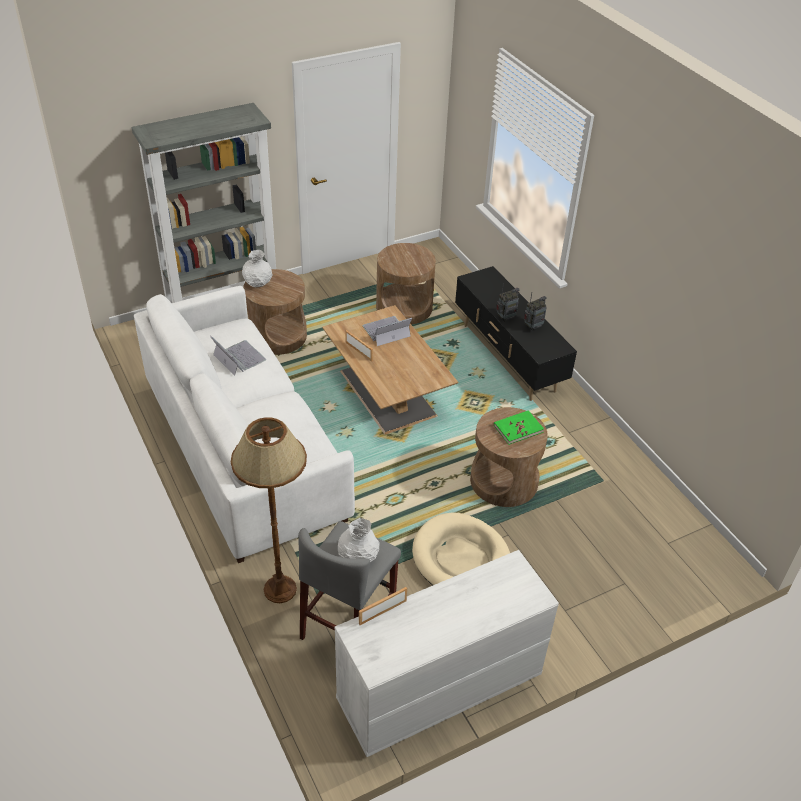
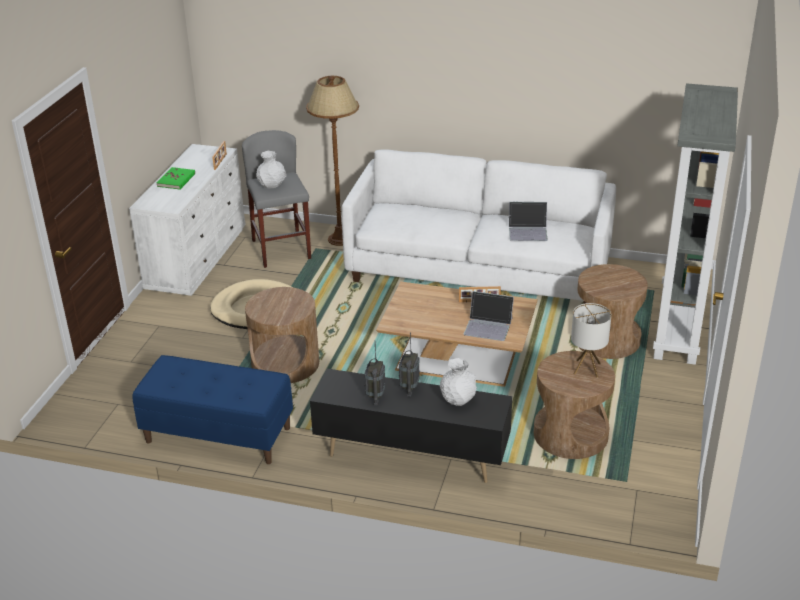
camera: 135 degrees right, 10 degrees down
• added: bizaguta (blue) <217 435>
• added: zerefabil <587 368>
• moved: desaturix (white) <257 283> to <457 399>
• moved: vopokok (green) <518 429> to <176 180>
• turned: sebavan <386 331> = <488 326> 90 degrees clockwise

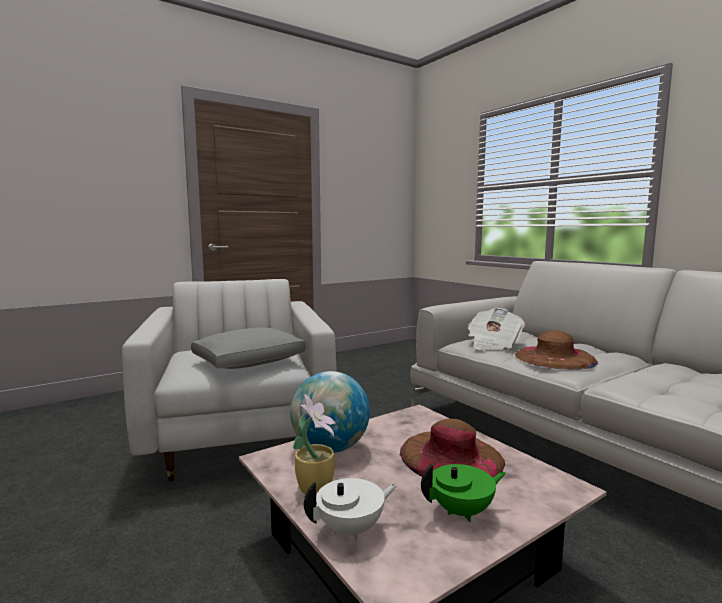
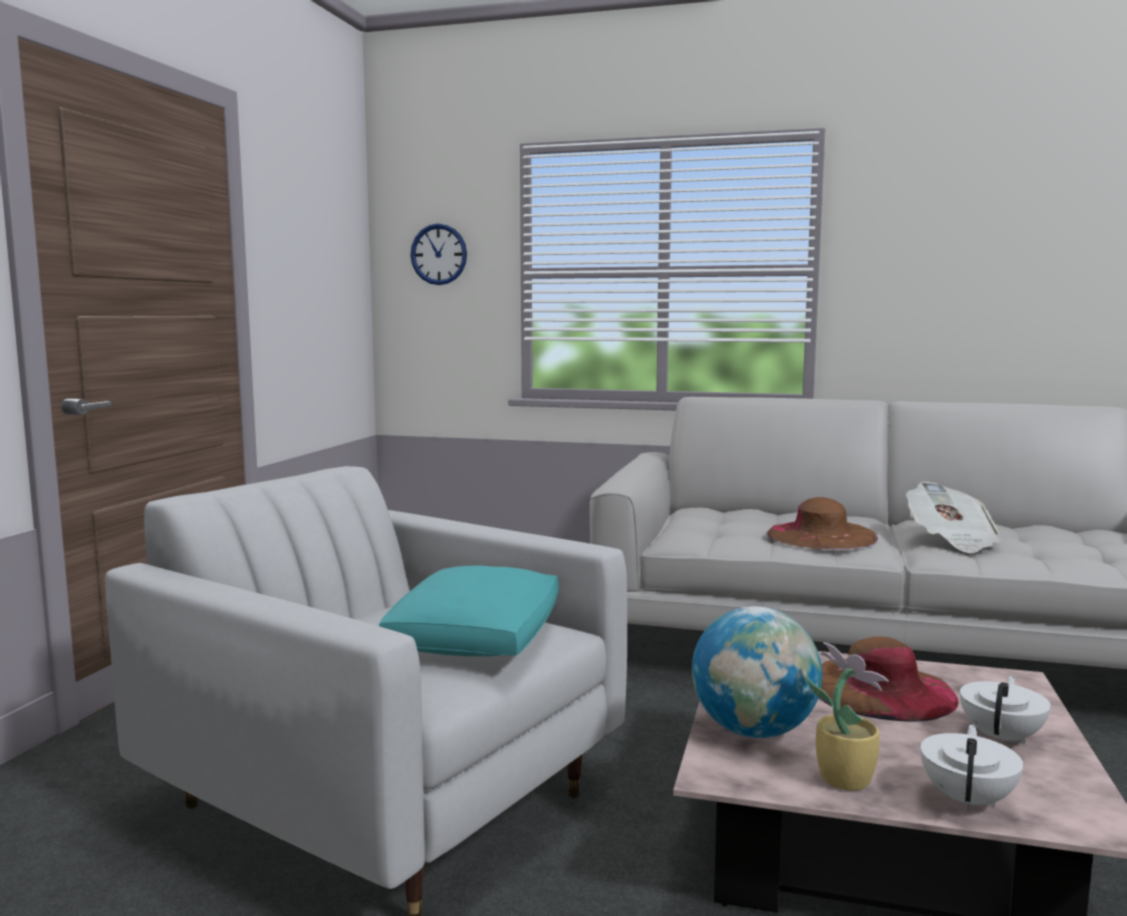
camera: 40 degrees left, 0 degrees up
• added: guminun <439 254>
• moved: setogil <493 344> to <951 541>
• recoloured: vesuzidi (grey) <250 361> to vesuzidi (turquoise) <476 637>
• recoloured: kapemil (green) <462 511> to kapemil (white) <1002 737>

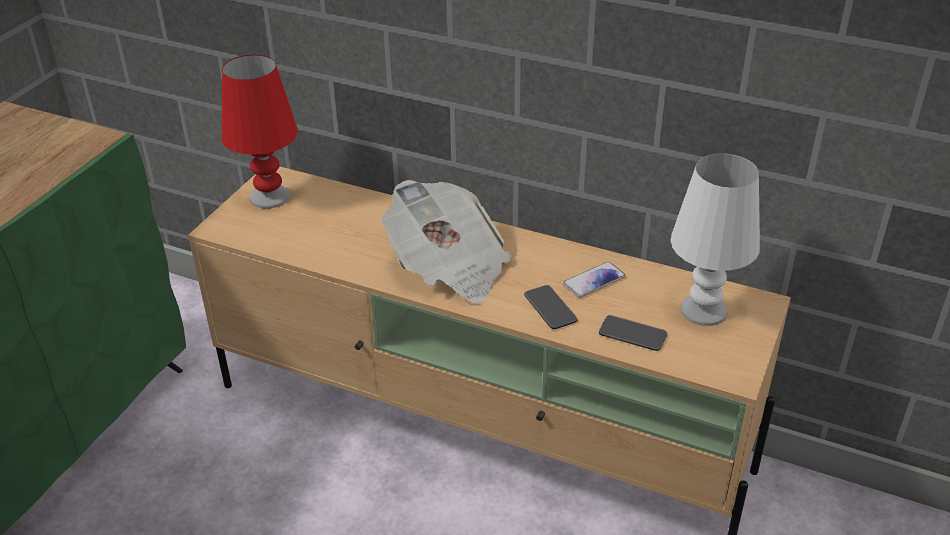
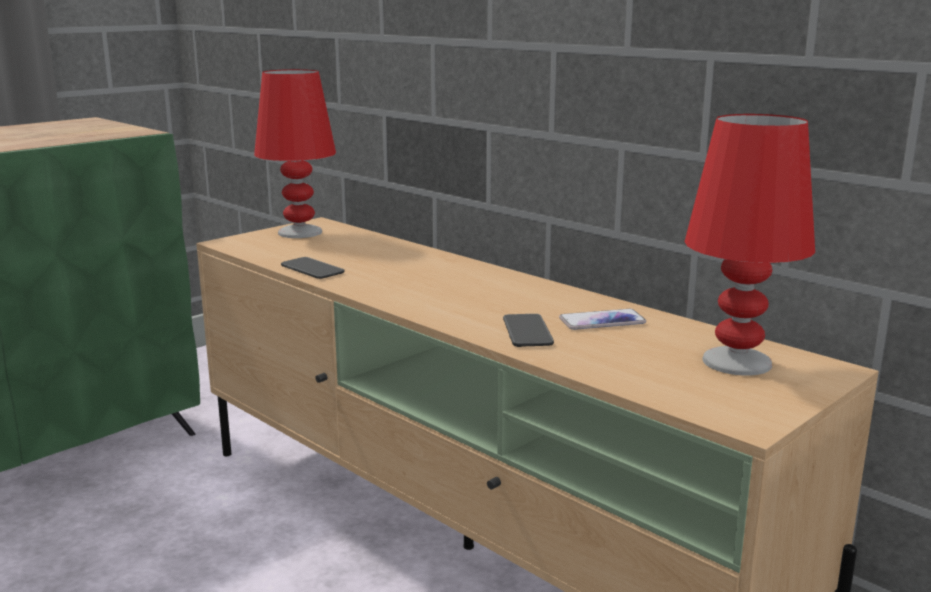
camera: 20 degrees right, 20 degrees down
• removed: setogil <449 267>
• moved: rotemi <632 334> to <312 269>
• recoloured: zerefabil (white) <704 310> to zerefabil (red) <737 362>

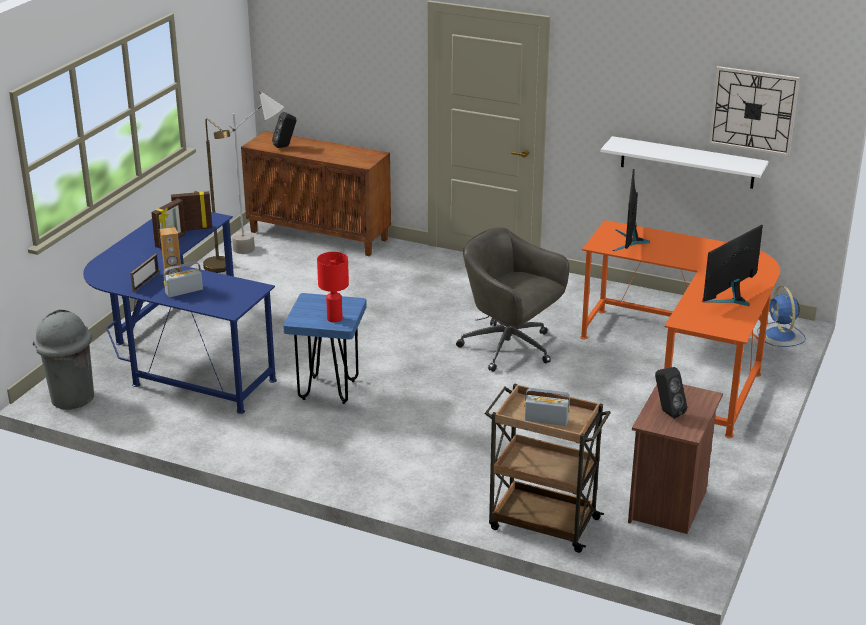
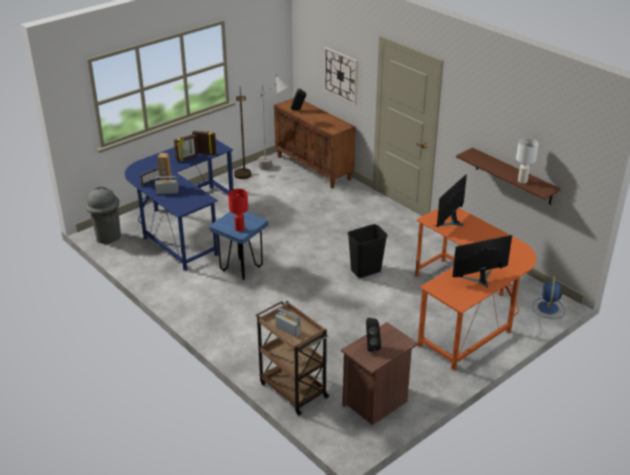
camera: 25 degrees right, 5 degrees up
• added: zerefabil (white) <522 181>
• moved: guminun <753 110> to <341 75>
• replaced: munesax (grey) <510 348> to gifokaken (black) <366 270>
• recoloured: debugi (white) <687 162> to debugi (brown) <513 176>

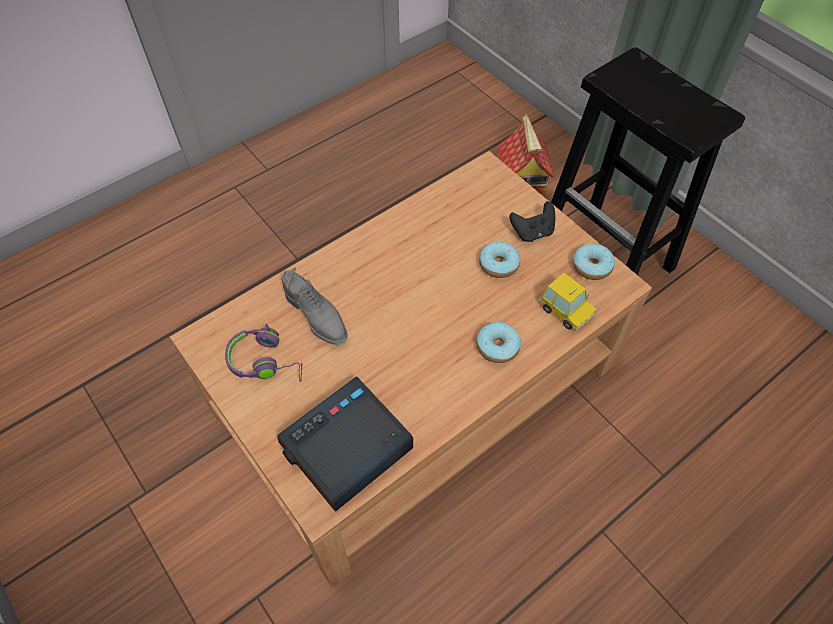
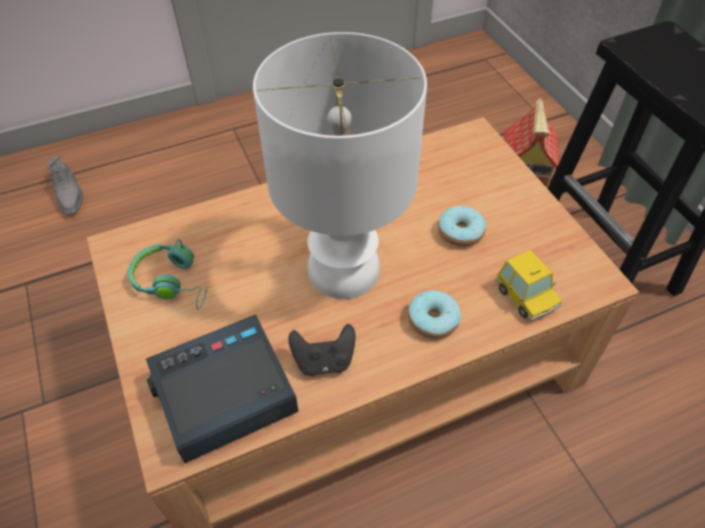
camera: 15 degrees right, 5 degrees down
• removed: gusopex <591 266>
• added: zerefabil (white) <345 269>
• moved: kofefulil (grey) <317 316> to <69 195>
• moved: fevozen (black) <532 232> to <324 361>
• recoloured: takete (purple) <266 361> to takete (turquoise) <173 282>

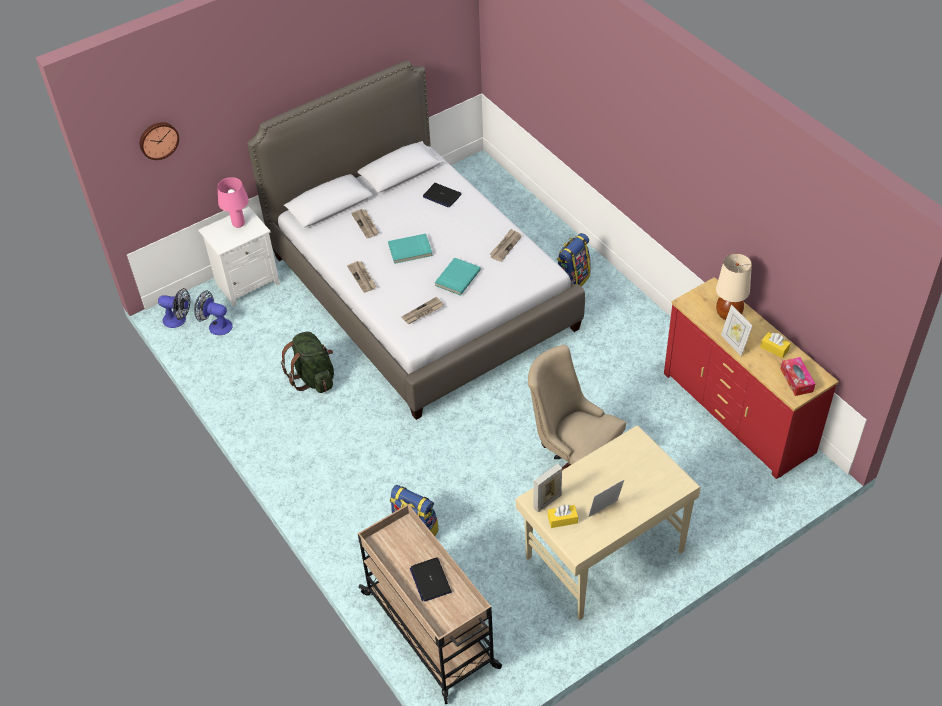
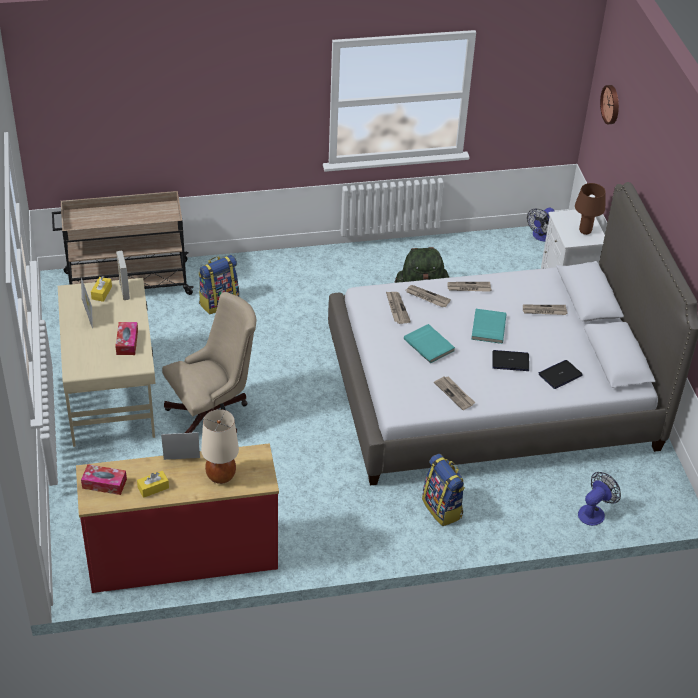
camera: 110 degrees right, 5 degrees down
• added: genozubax <127 342>
• added: setogil <427 297>
• moved: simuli <216 325> to <594 512>
• moved: sebavan <430 580> to <510 361>
• recoloured: zerefabil (pink) <238 224> to zerefabil (brown) <585 231>

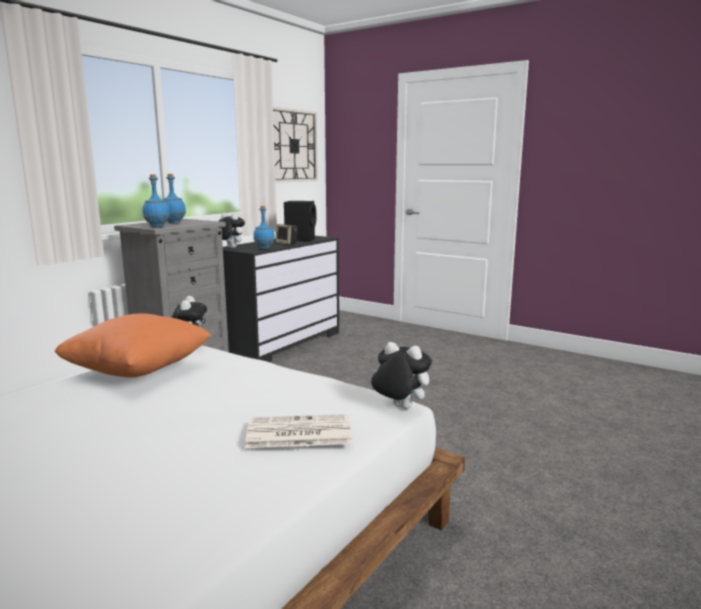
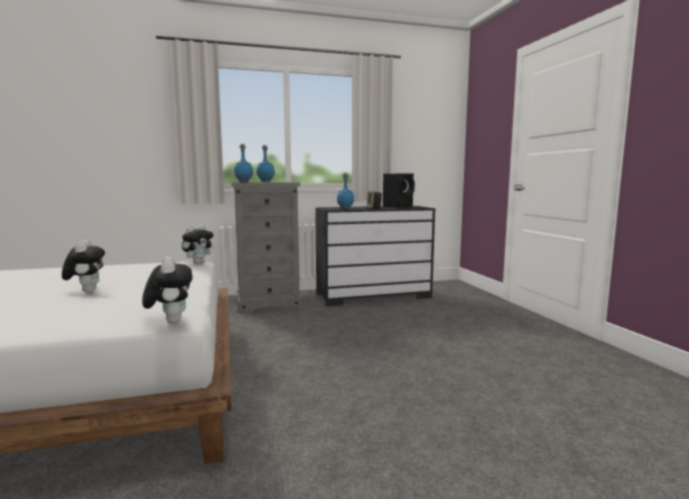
camera: 40 degrees right, 5 degrees down
• removed: vesuzidi (orange) <138 371>
• removed: setogil <297 433>
• removed: guminun <293 146>
• moved: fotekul <230 248> to <87 291>

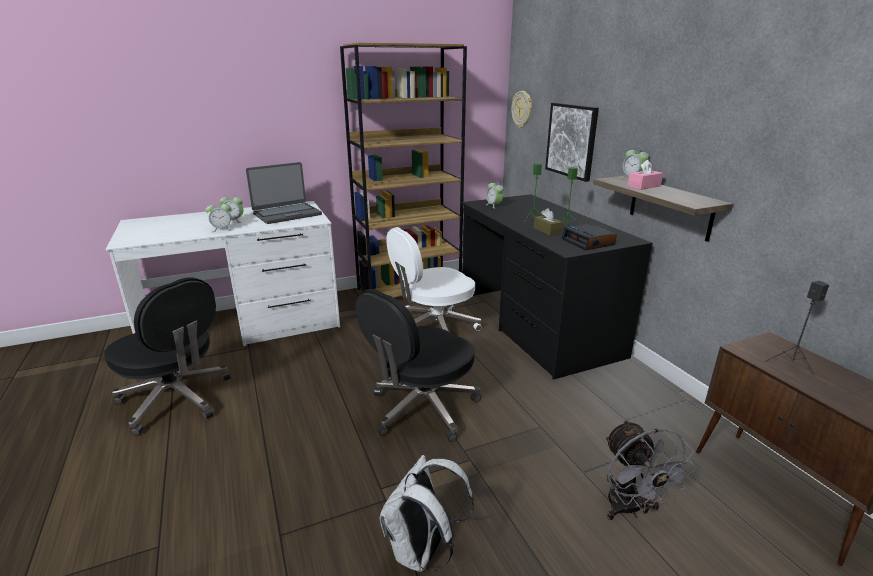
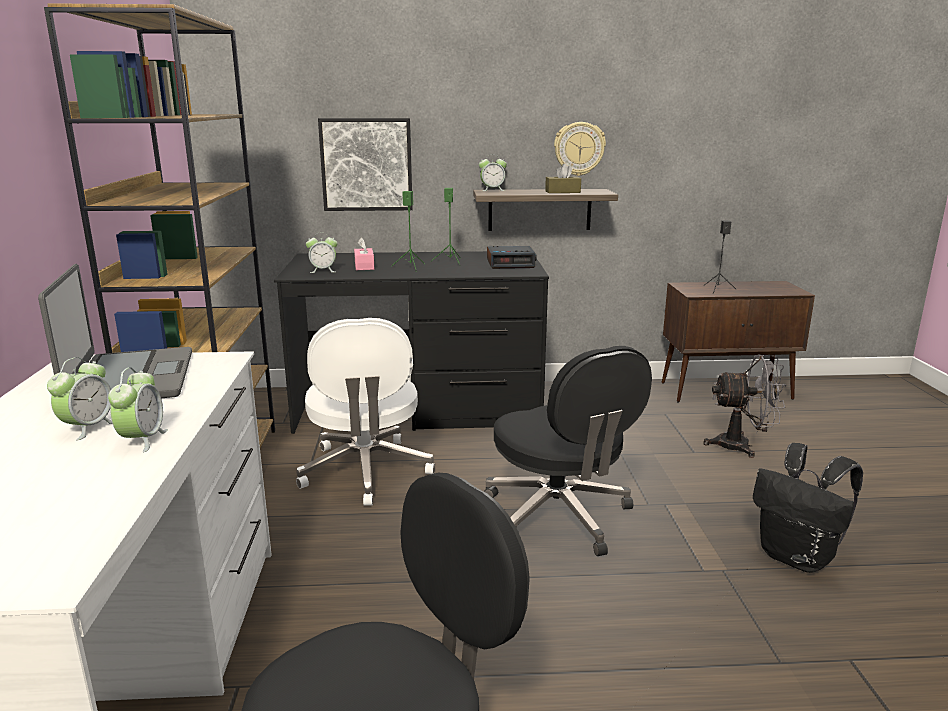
camera: 70 degrees left, 5 degrees down
• moved: guminun <522 109> to <579 149>
• moved: genozubax (brown) <547 231> to <562 192>
• moved: genozubax (pink) <644 186> to <364 266>
• recoloured: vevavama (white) <422 552> to vevavama (black) <798 558>

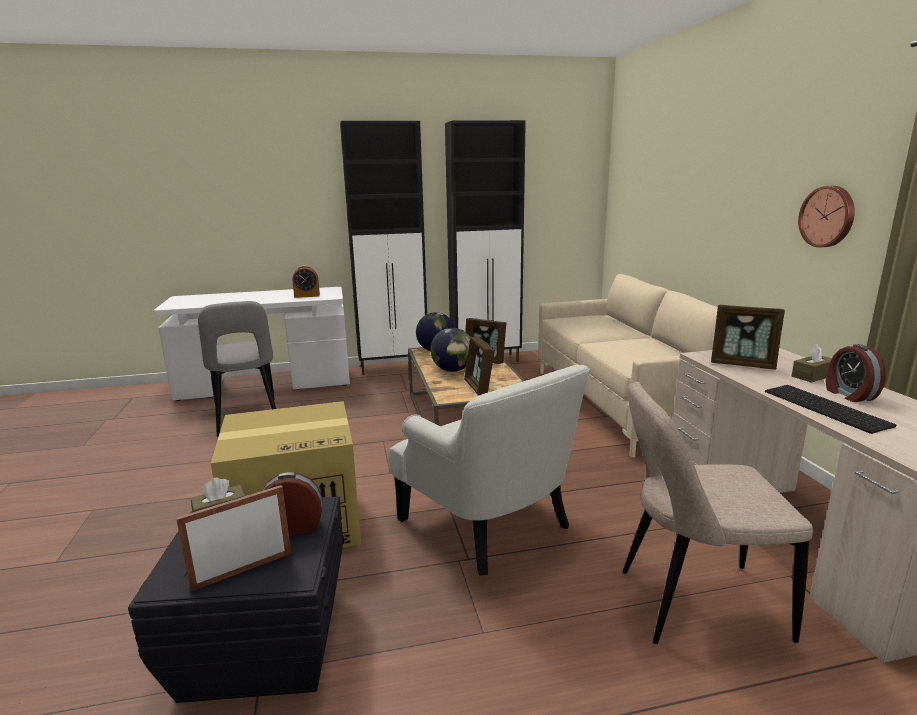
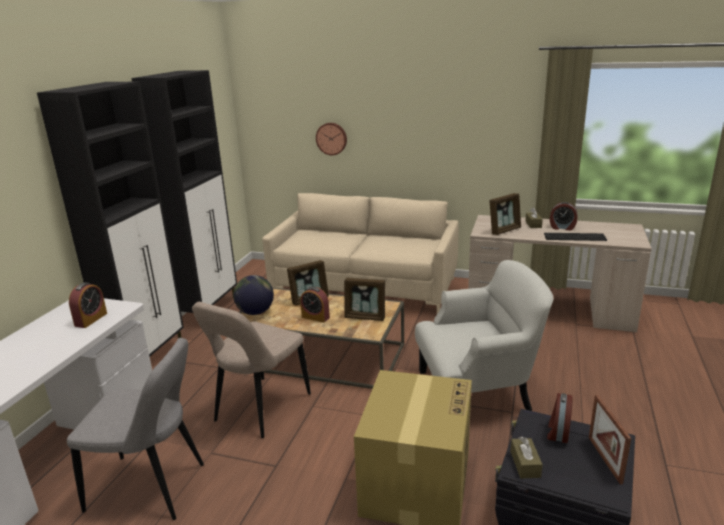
camera: 60 degrees left, 5 degrees up
• moved: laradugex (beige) <693 604> to <260 410>
• moved: guminun <828 216> to <331 138>
• replaced: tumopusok <453 370> to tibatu <315 317>

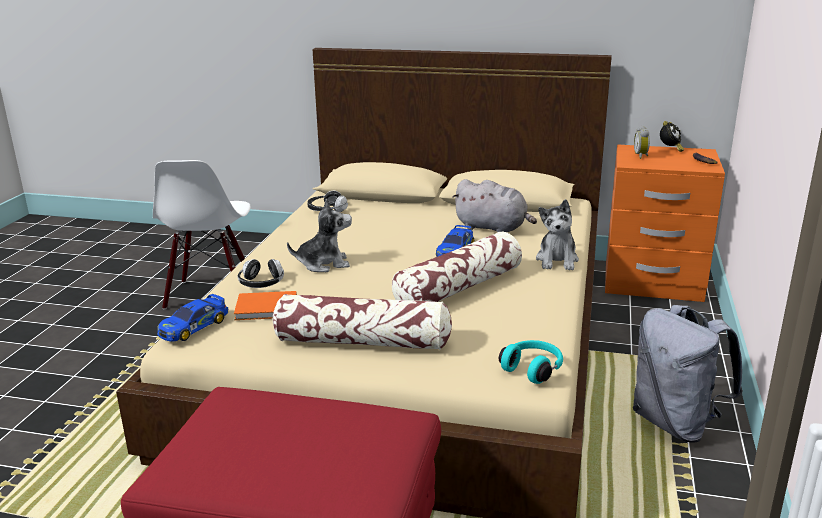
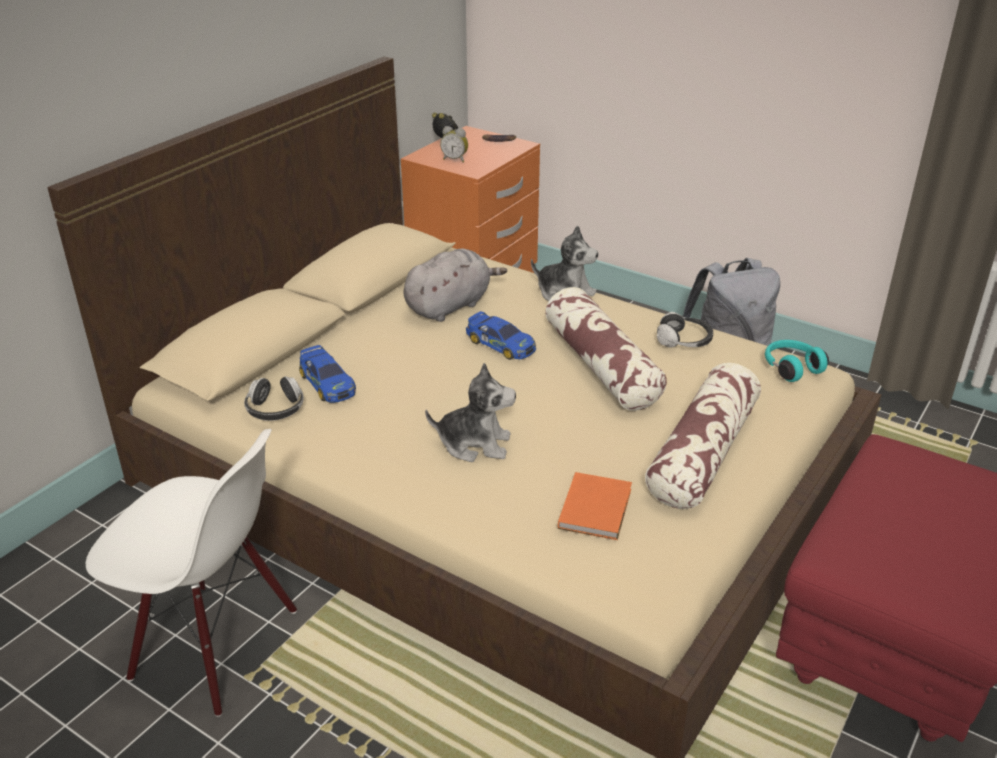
camera: 70 degrees left, 10 degrees up
• moved: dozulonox <194 326> to <327 383>
• moved: takete <262 283> to <684 341>
• turned: fotekul <324 264> = <475 444> 90 degrees clockwise

